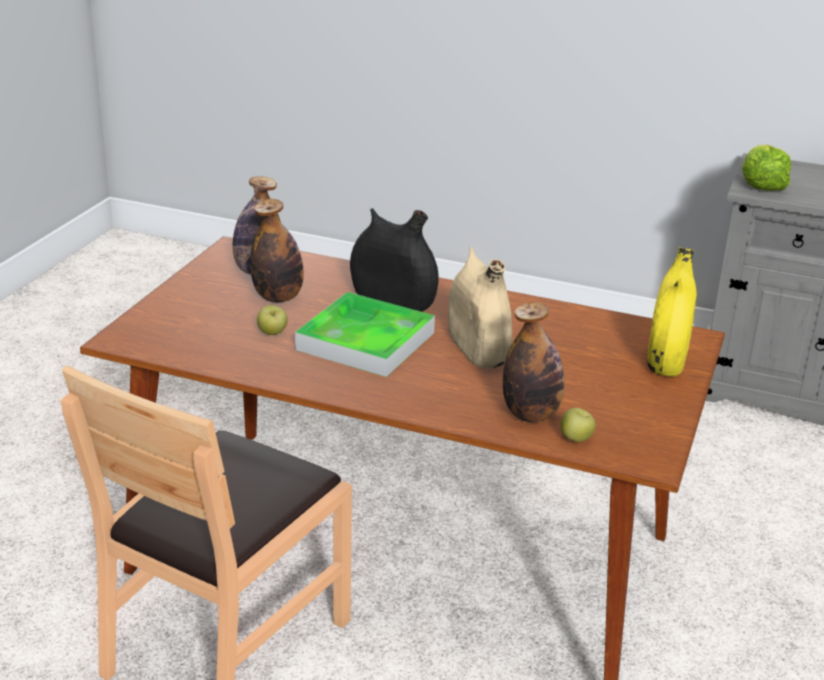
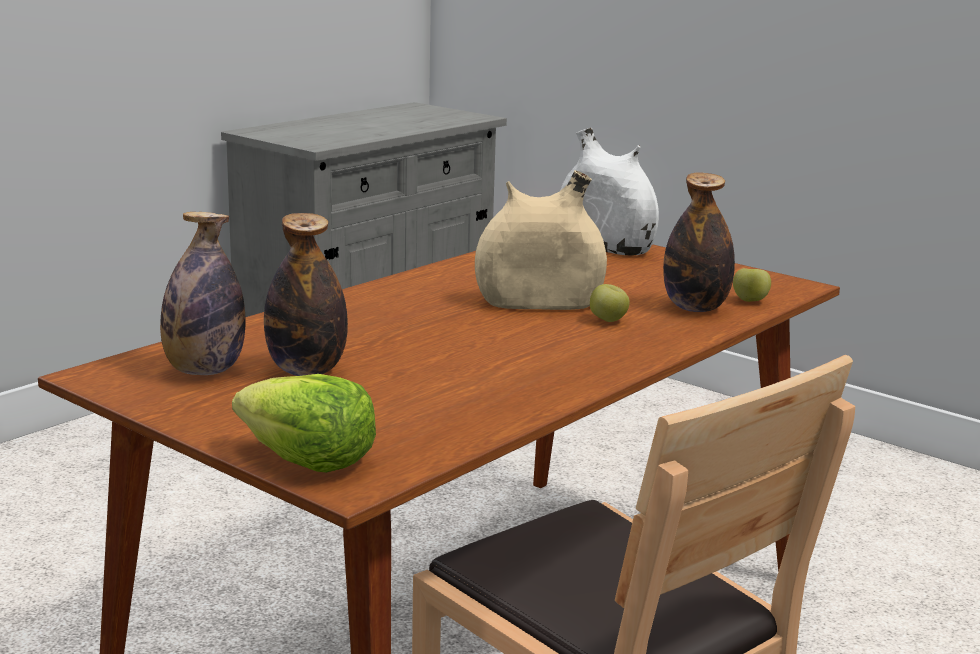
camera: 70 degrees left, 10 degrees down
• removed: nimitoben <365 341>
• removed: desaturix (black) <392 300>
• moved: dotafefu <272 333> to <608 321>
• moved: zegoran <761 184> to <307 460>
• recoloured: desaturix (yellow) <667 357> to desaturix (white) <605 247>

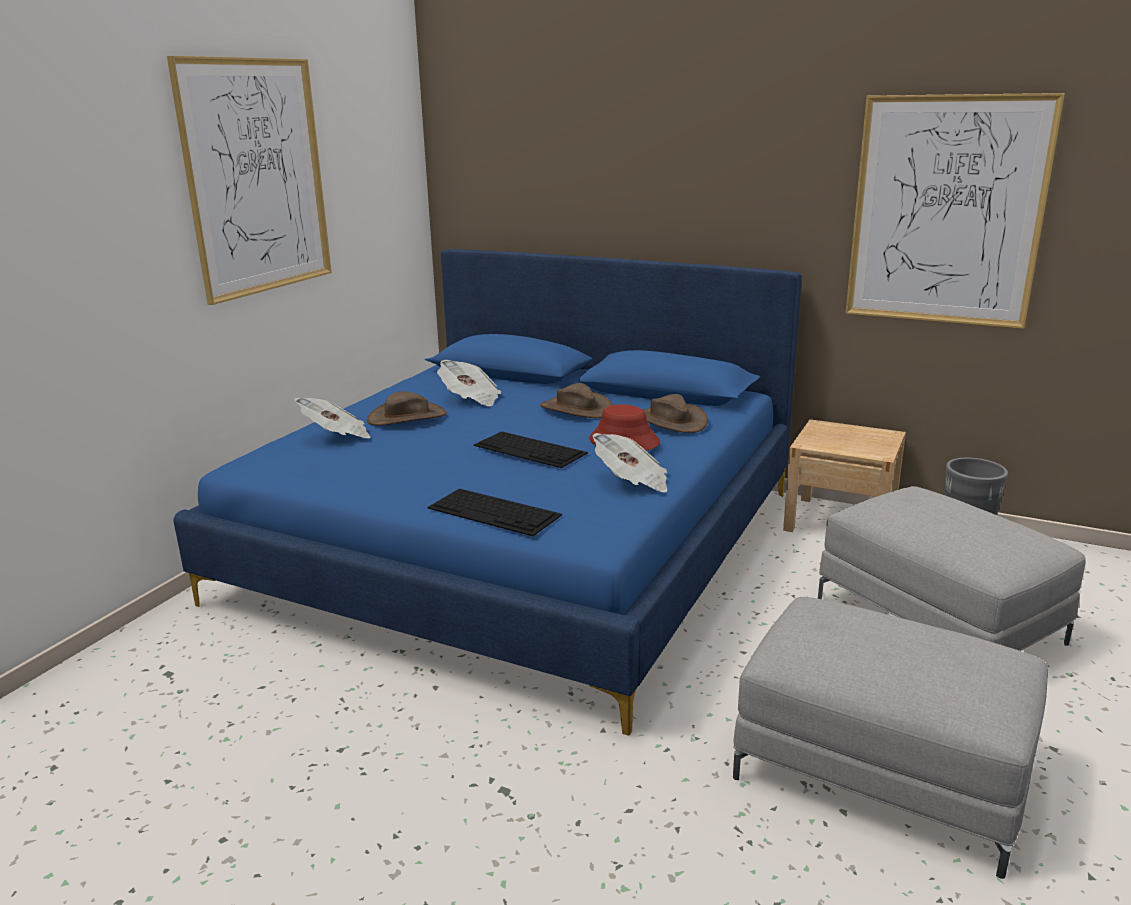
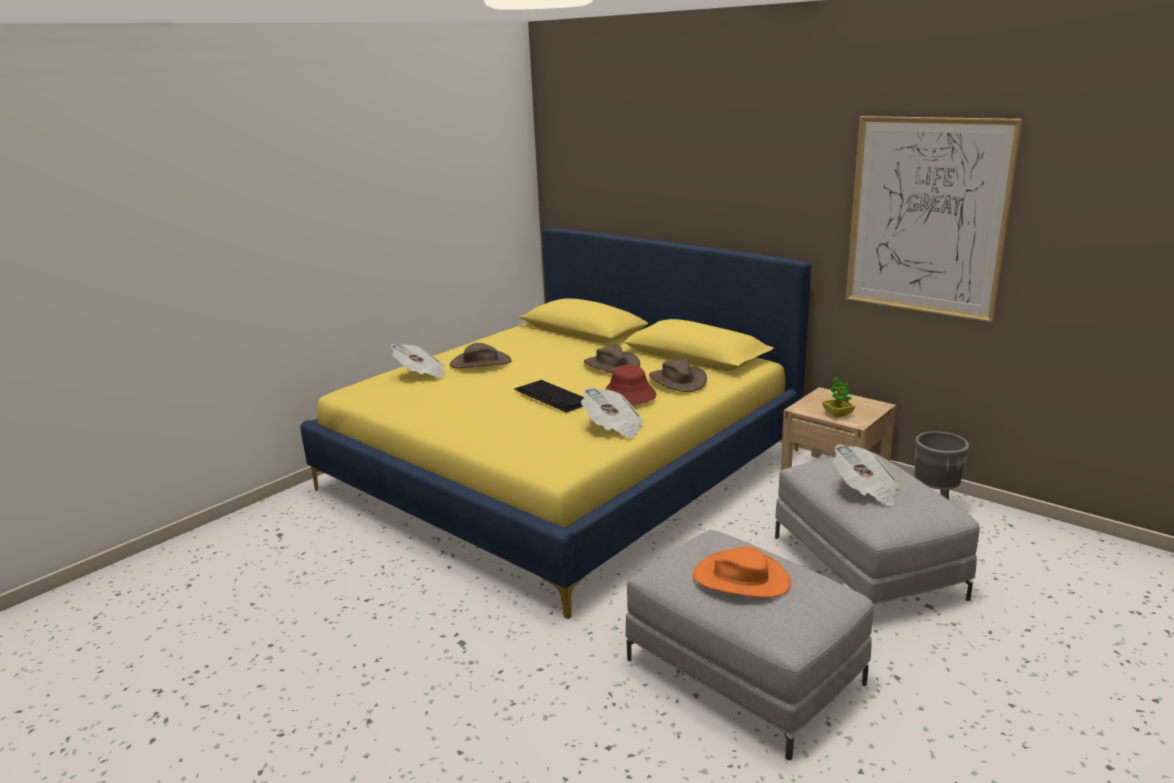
camera: 15 degrees right, 0 degrees up
• removed: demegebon <256 177>
• removed: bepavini <495 511>
• added: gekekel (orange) <741 579>
• added: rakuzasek <837 414>
• moved: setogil <470 399> to <865 491>
• recoloured: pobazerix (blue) <521 544> to pobazerix (yellow) <563 469>

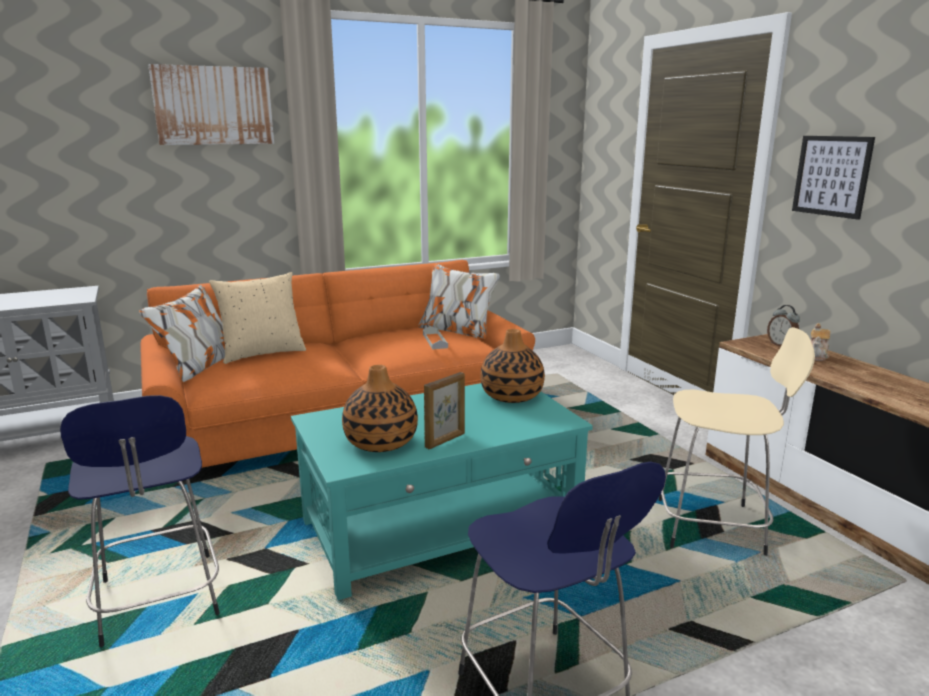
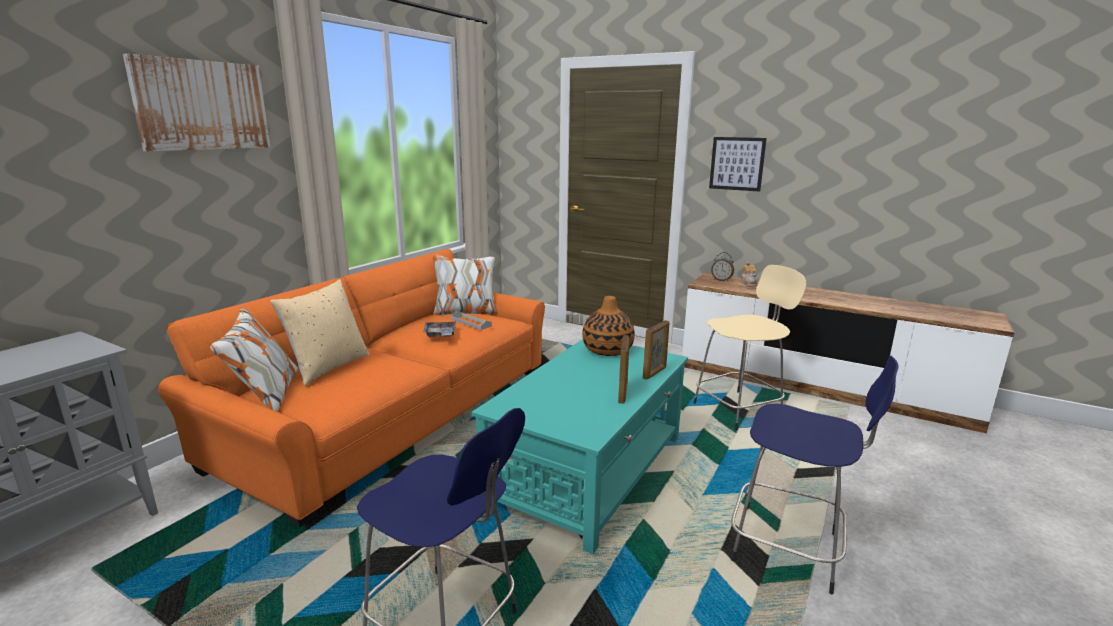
camera: 35 degrees left, 0 degrees up
• removed: desaturix <381 442>
• added: nimitoben (grey) <440 335>
• added: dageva <655 373>

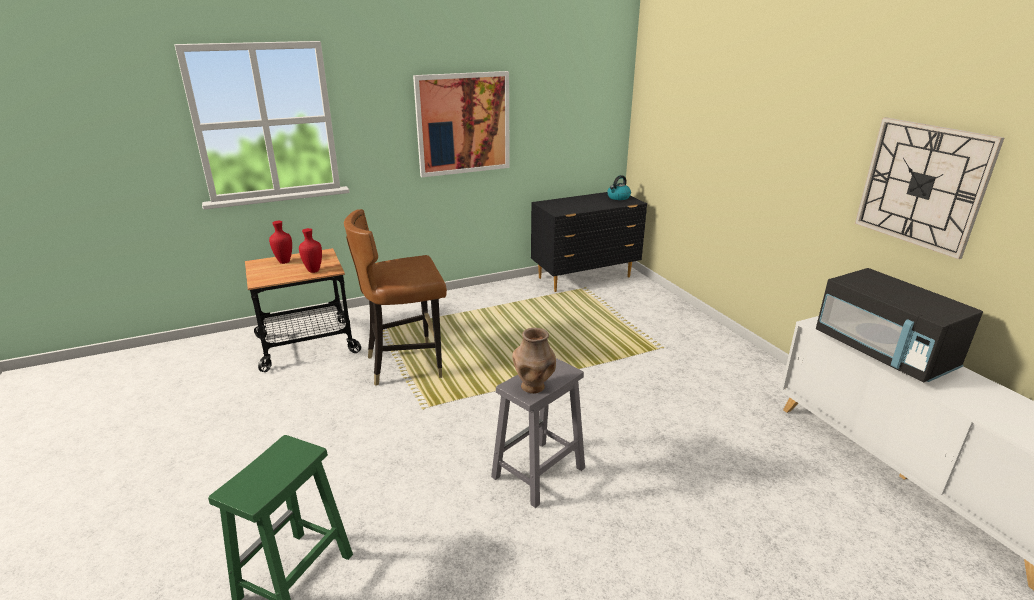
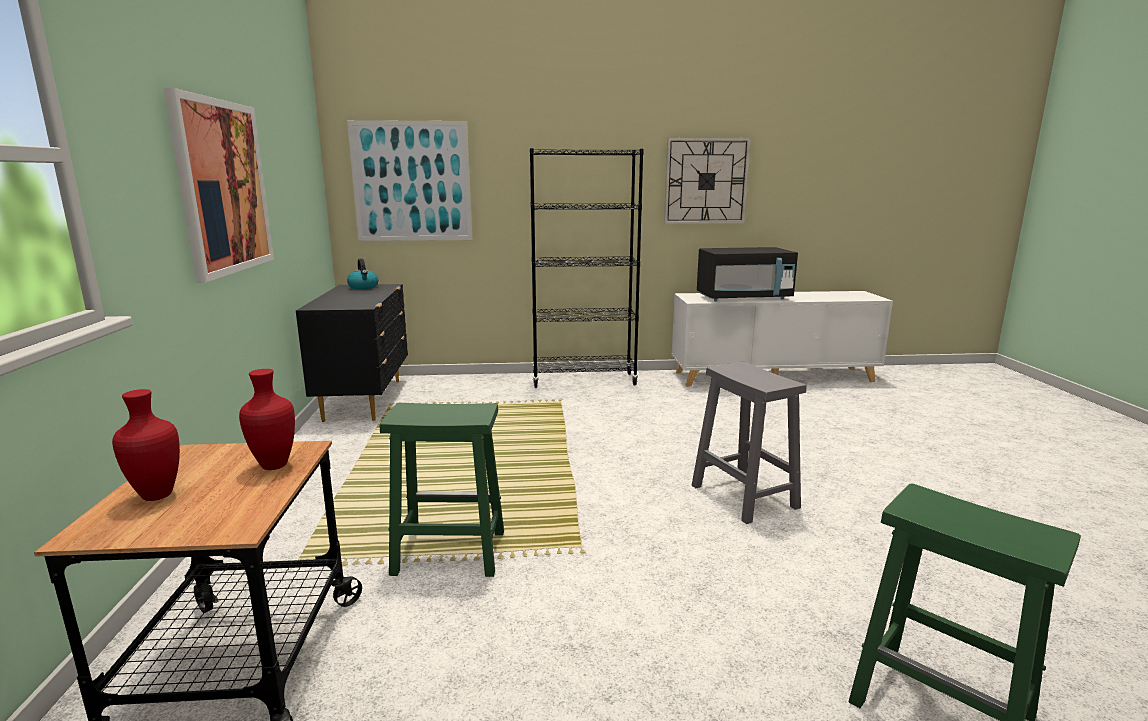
camera: 70 degrees left, 10 degrees down
• removed: desaturix (brown) <533 387>
• added: demegebon <411 182>
• added: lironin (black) <584 380>
• replaced: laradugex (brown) <406 364> to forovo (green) <447 553>

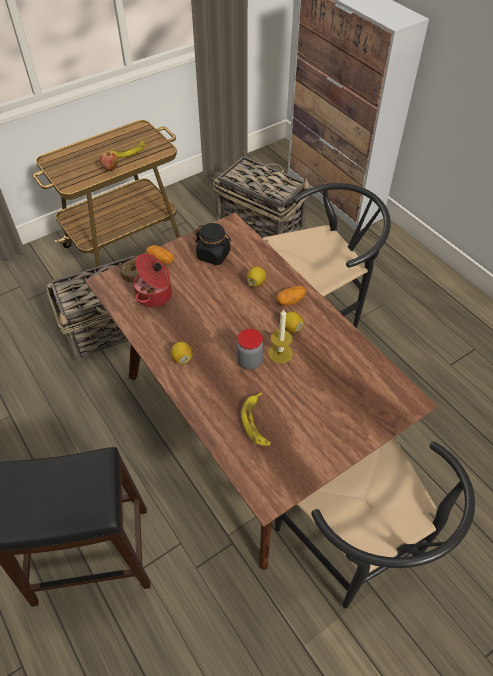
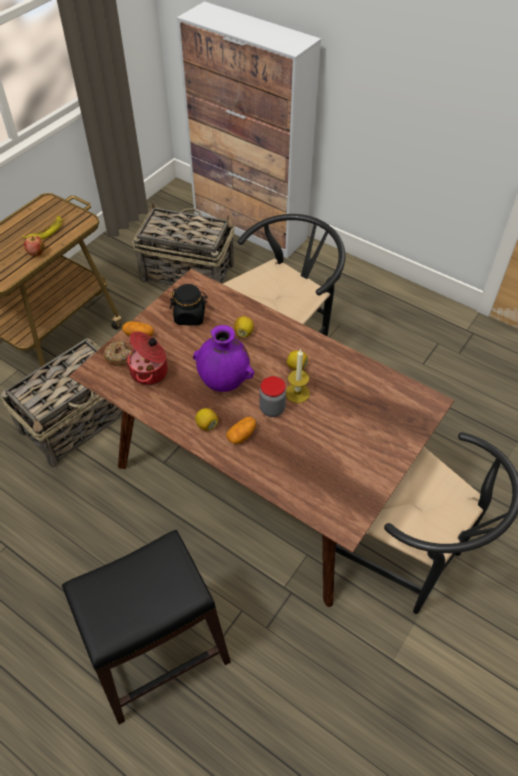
camera: 20 degrees left, 0 degrees up
• removed: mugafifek <257 422>
• added: desaturix (purple) <224 383>
• moved: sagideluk <290 300> to <242 435>

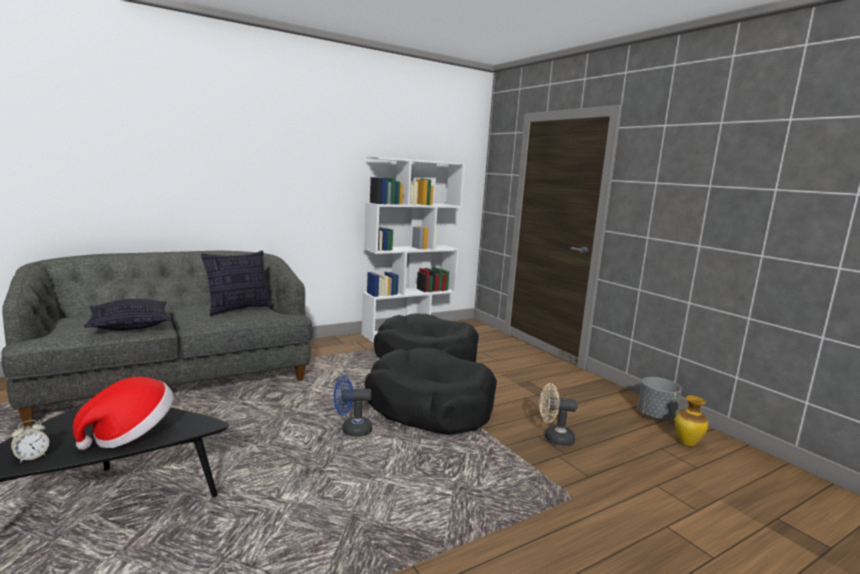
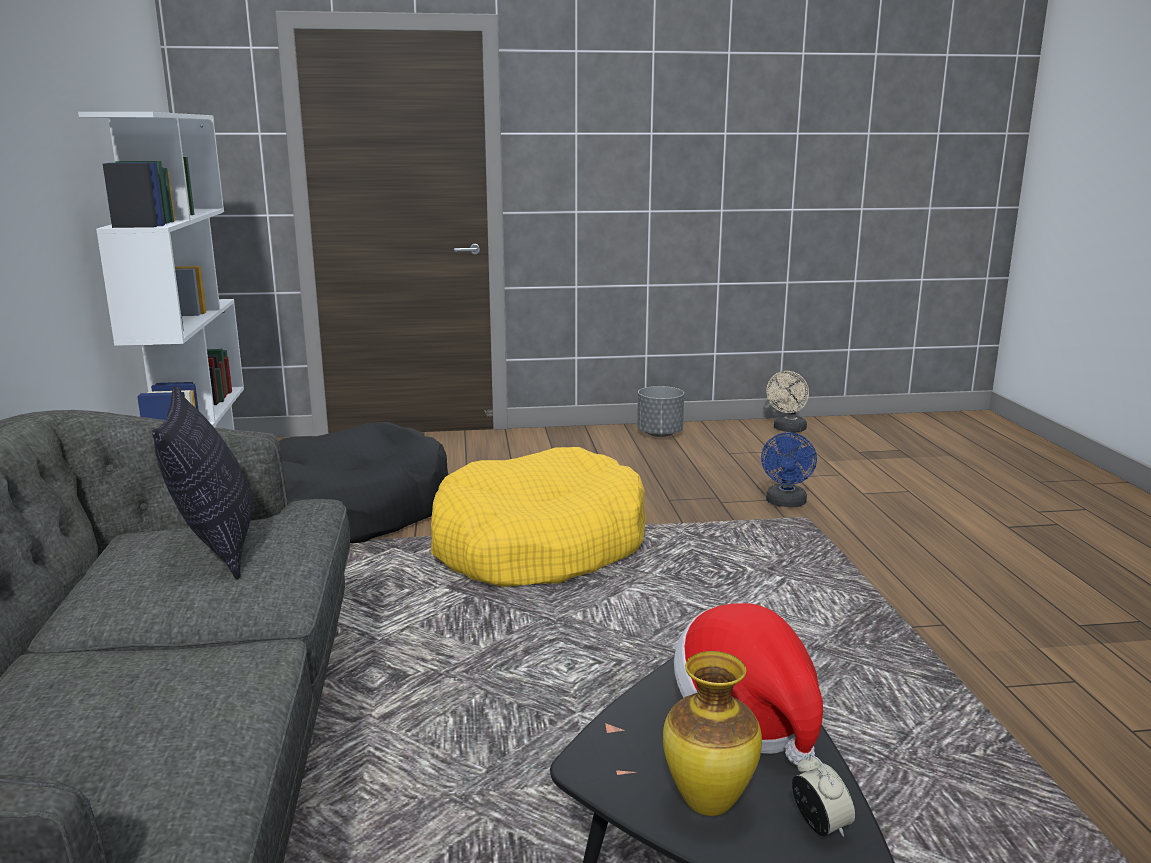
camera: 65 degrees left, 5 degrees up
• removed: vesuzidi <130 325>
• moved: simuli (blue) <351 430> to <786 503>
• moved: simuli (beige) <554 438> to <788 430>
• moved: desaturix <686 443> to <707 804>
• recoloured: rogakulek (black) <429 406> to rogakulek (yellow) <538 545>

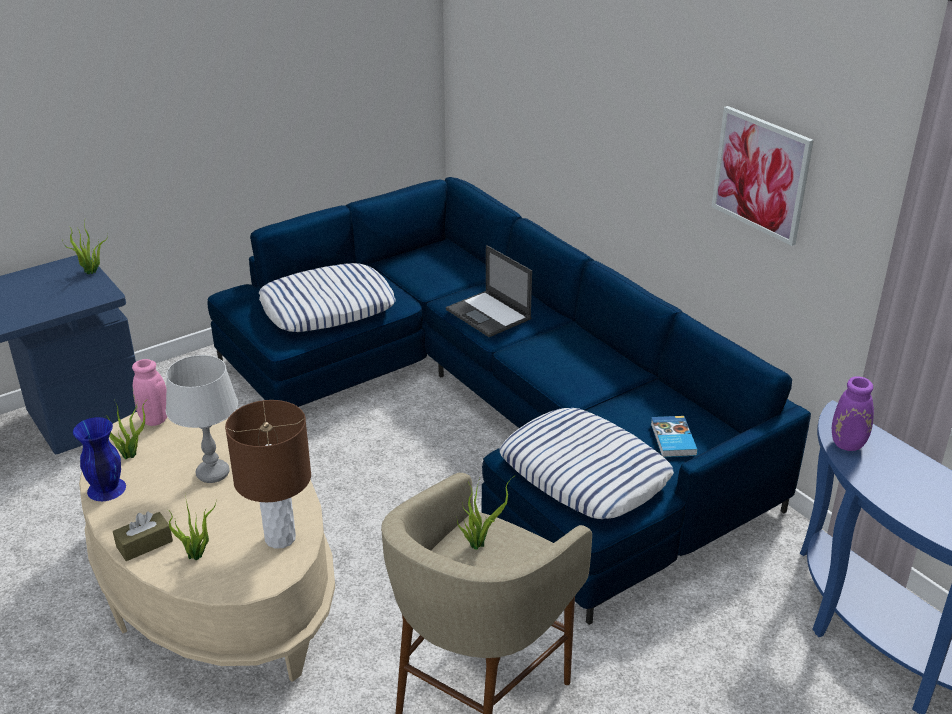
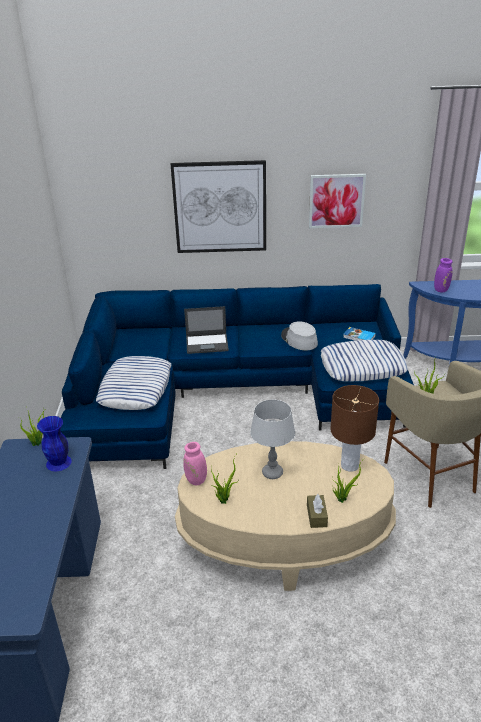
camera: 55 degrees left, 0 degrees up
• added: demegebon <220 207>
• added: gekekel (grey) <299 339>
• moved: desaturix (blue) <105 489> to <58 463>

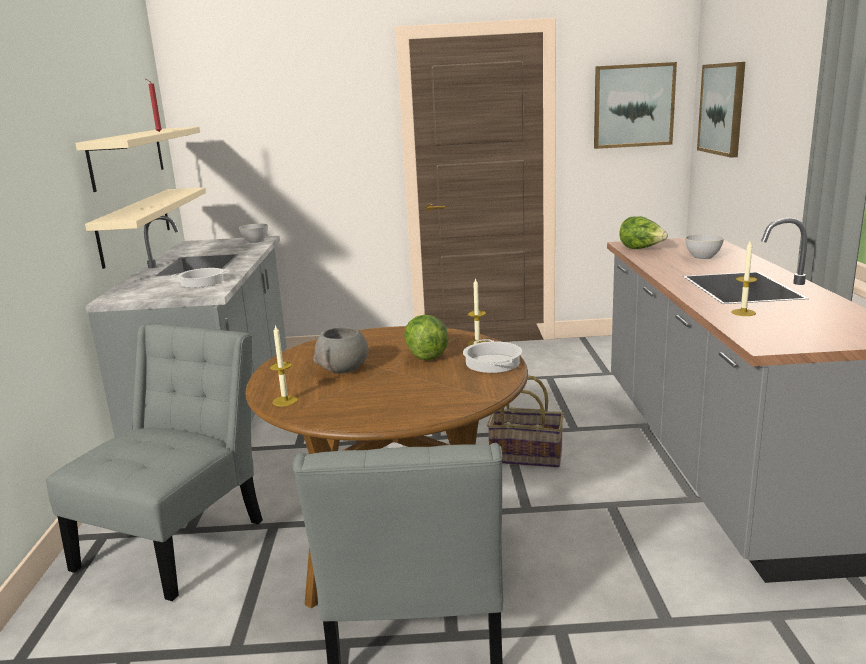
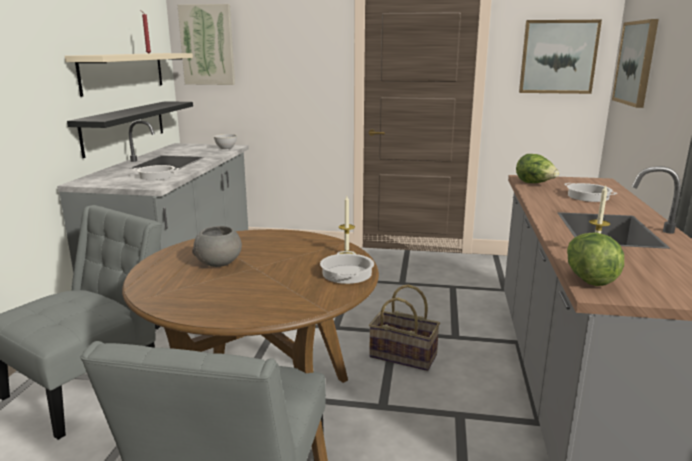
camera: 10 degrees right, 0 degrees up
• removed: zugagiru <285 401>
• added: demegebon <207 45>
• moved: zegoran <426 355> to <588 278>
• replaced: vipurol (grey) <702 257> to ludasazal <587 197>
• recoloured: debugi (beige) <135 225> to debugi (black) <125 127>

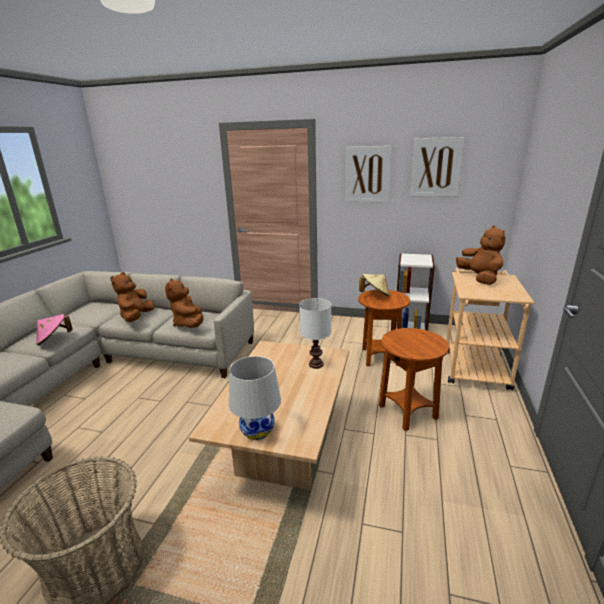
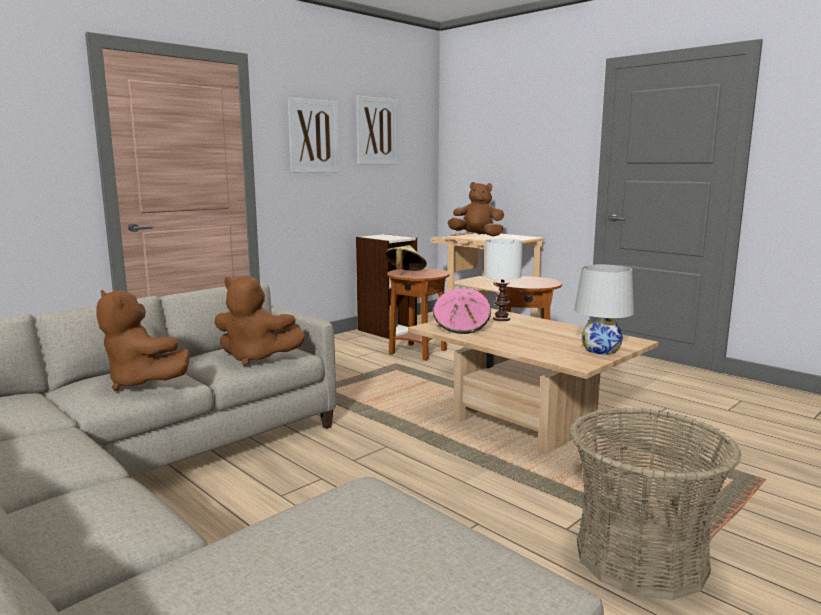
camera: 60 degrees left, 10 degrees down
• moved: gekekel (pink) <54 339> to <461 328>

